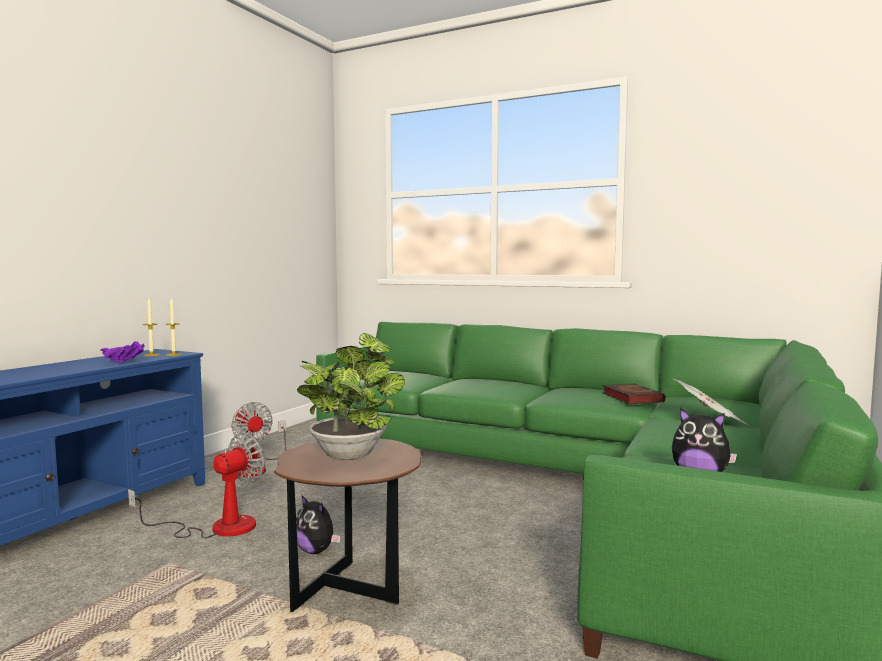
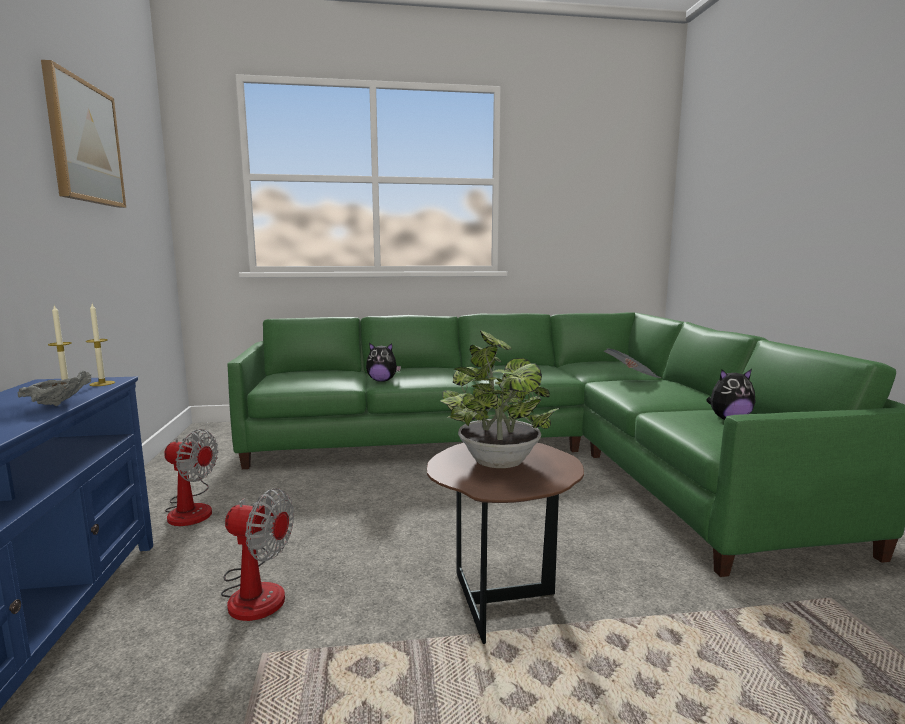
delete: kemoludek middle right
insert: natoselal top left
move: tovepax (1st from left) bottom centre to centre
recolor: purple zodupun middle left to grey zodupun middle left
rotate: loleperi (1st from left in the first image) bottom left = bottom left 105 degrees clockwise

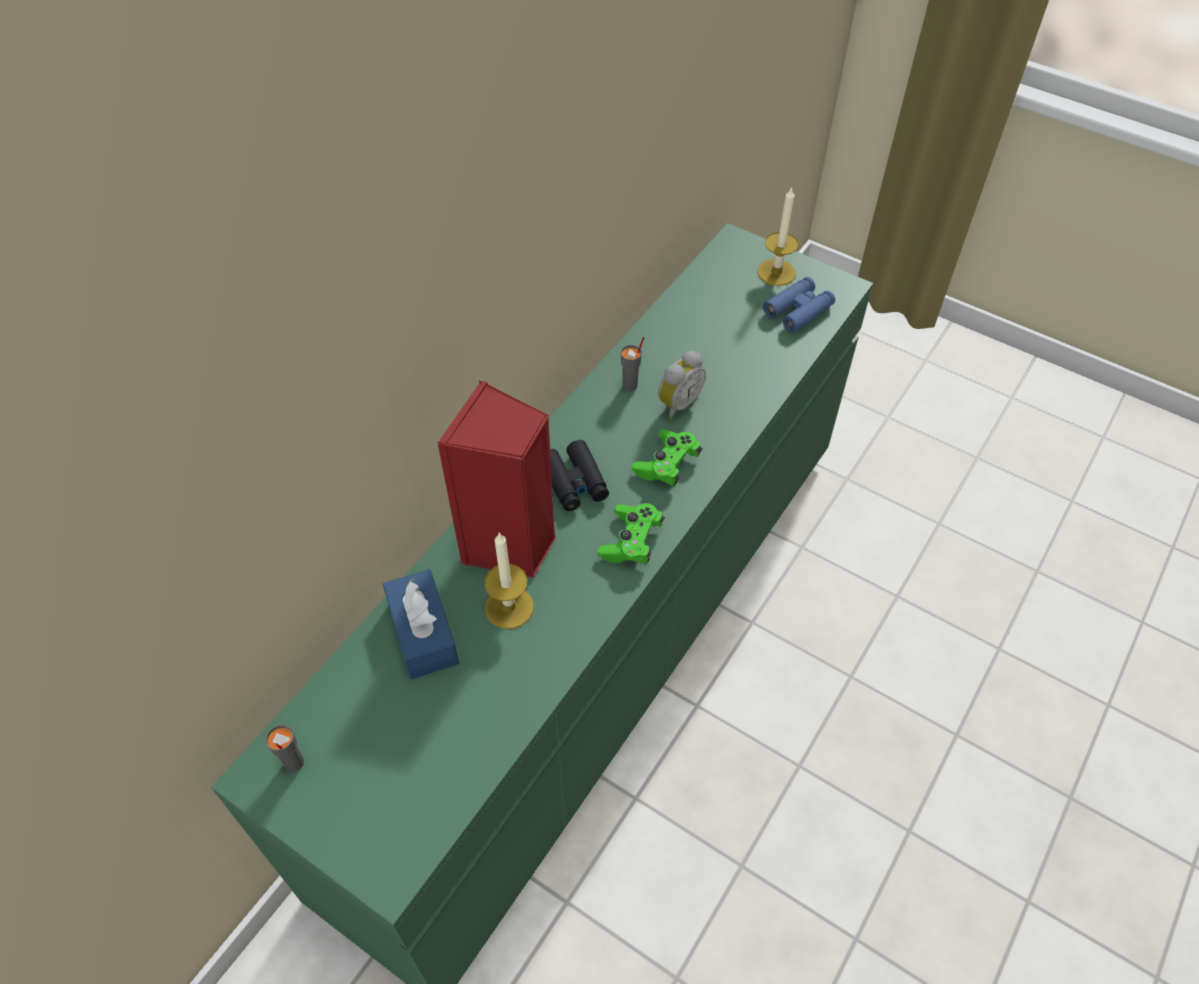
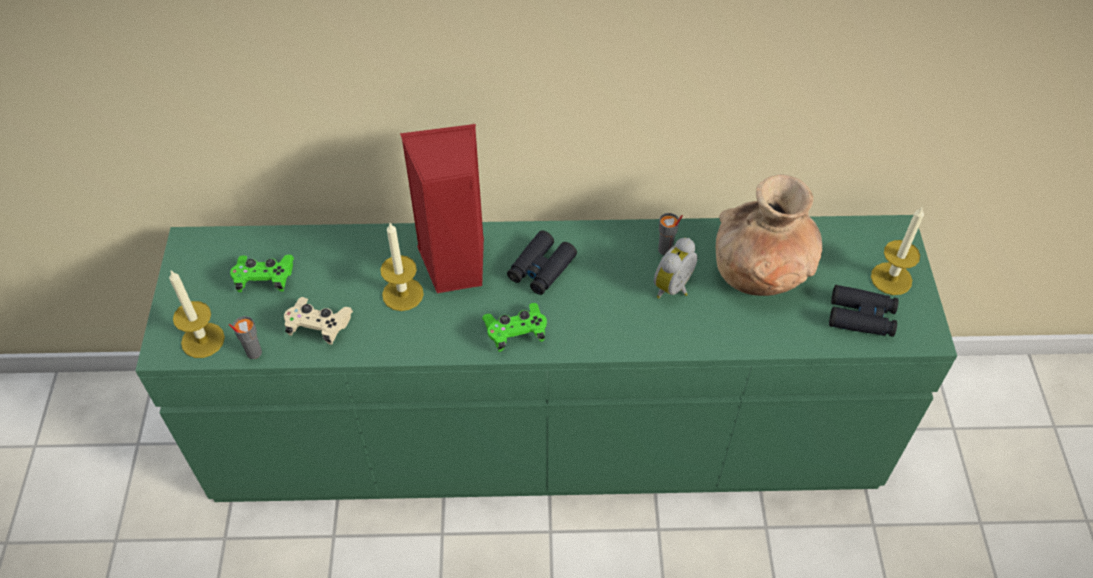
delete: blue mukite centre
insert: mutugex (1st from left) middle left; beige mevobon middle left; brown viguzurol middle right
move: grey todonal (1st from left) bottom left to middle left; green mevobon (2nd from left in the first image) centre to green mevobon (1st from left) middle left
recolor: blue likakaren top centre to black likakaren (2nd from left) middle right
rotate: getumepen centre = centre 120 degrees clockwise

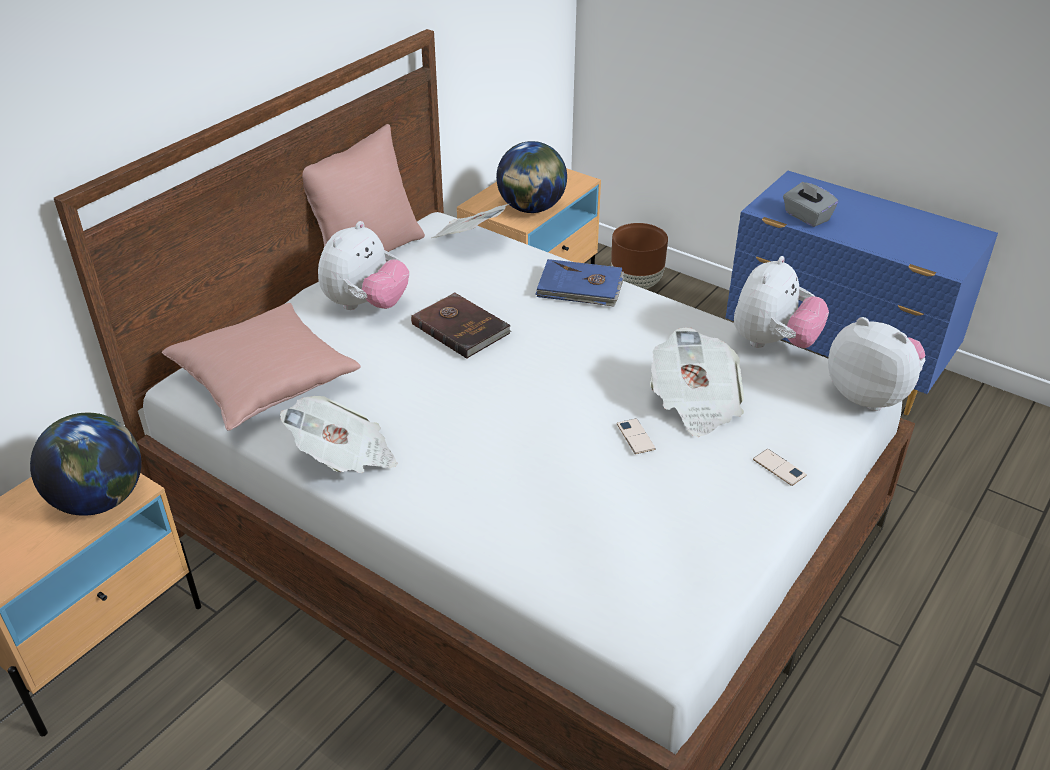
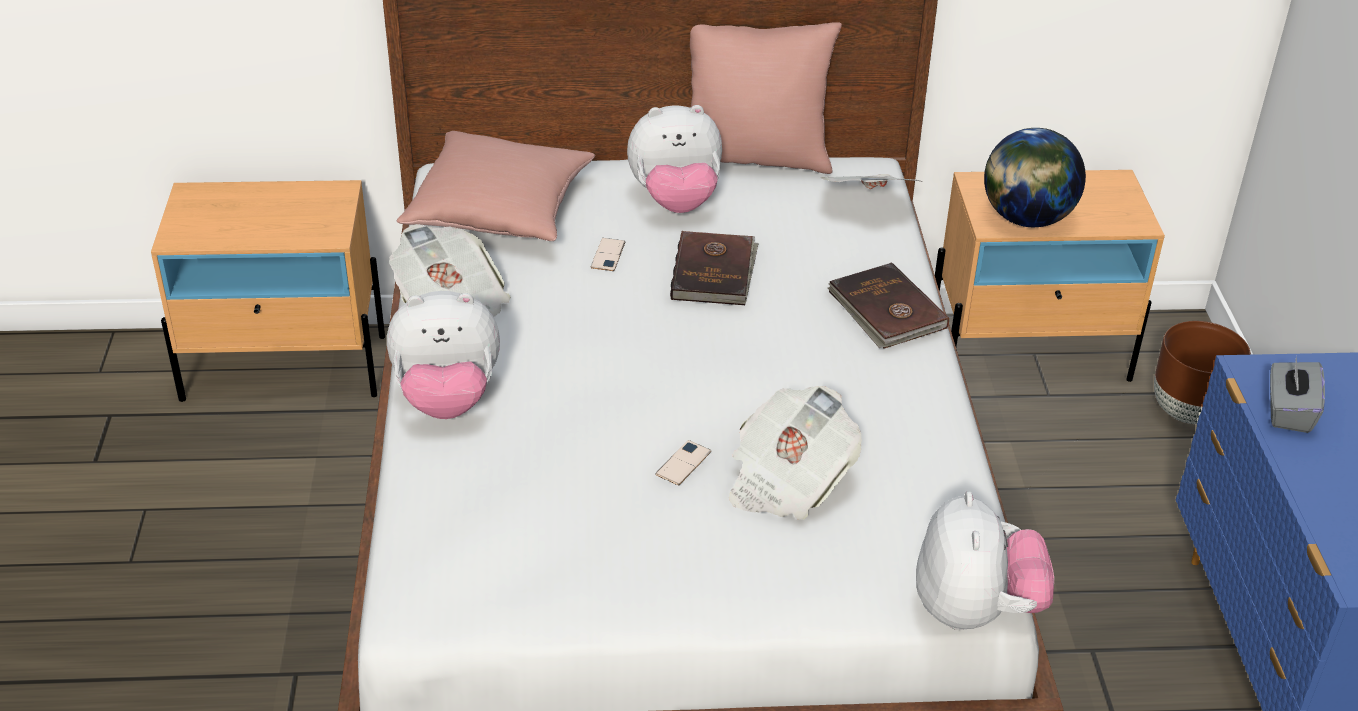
delete: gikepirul (1st from left) middle left
move: tovepax (2nd from left in the first image) middle right to tovepax (1st from left) middle left; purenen (2nd from left in the first image) middle right to purenen (1st from left) centre
recolor: blue kemoludek centre to brown kemoludek (2nd from left) centre

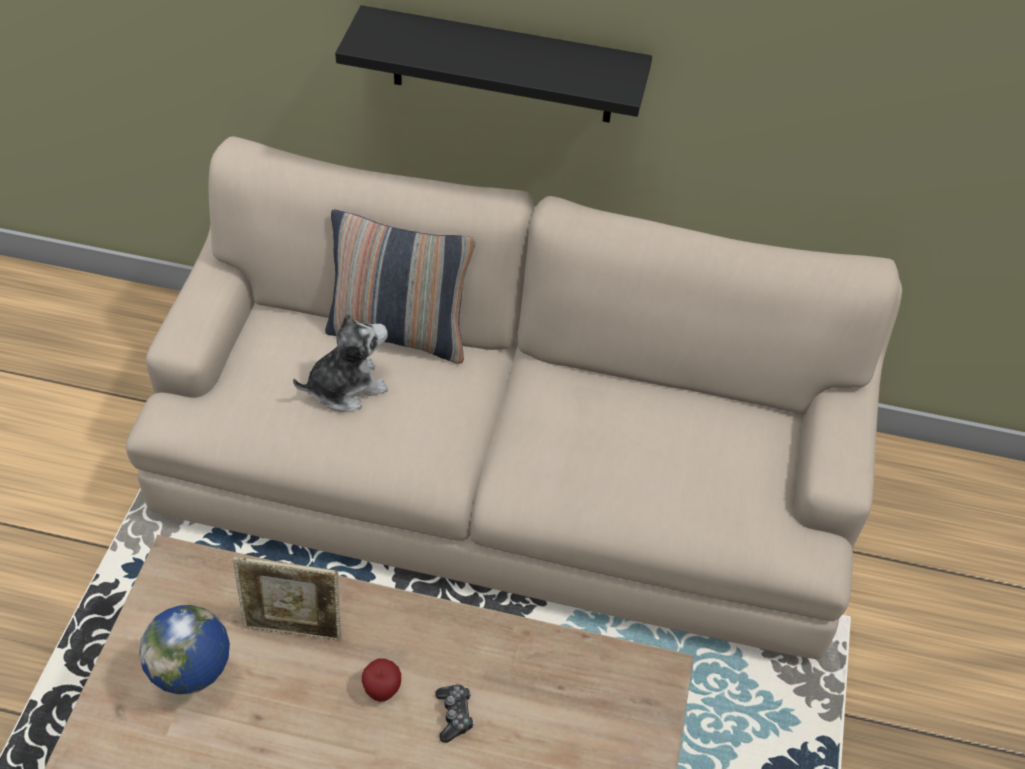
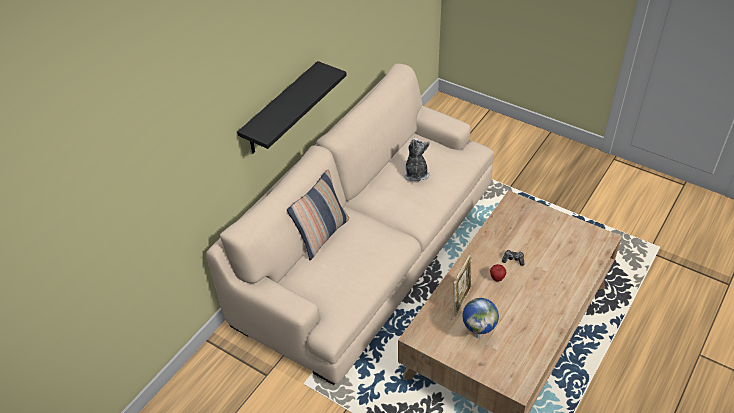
move: tovepax middle left to centre

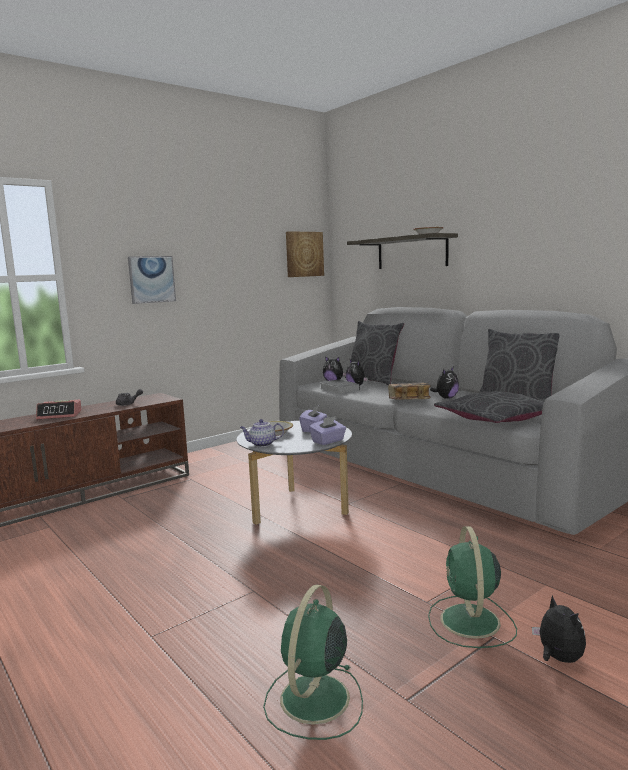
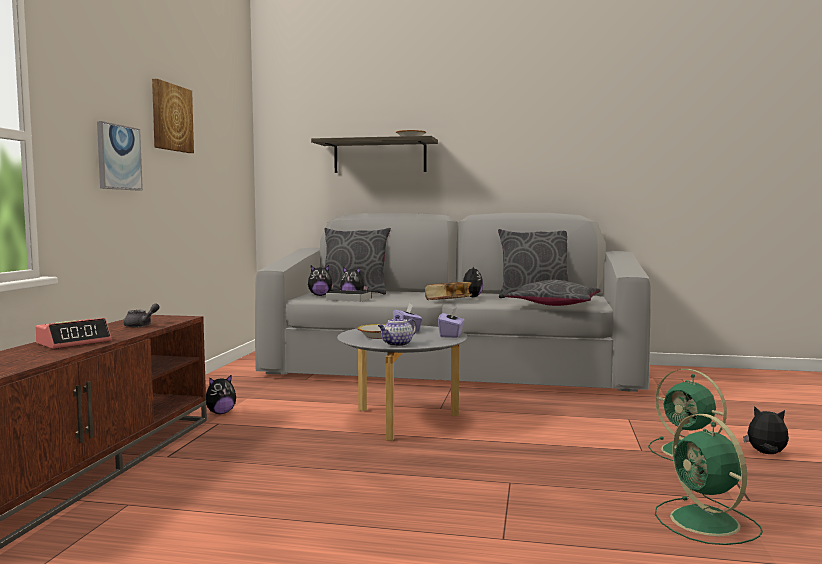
insert: tovepax (1st from left) bottom left
move: natoselal (2nd from left) top centre to top left

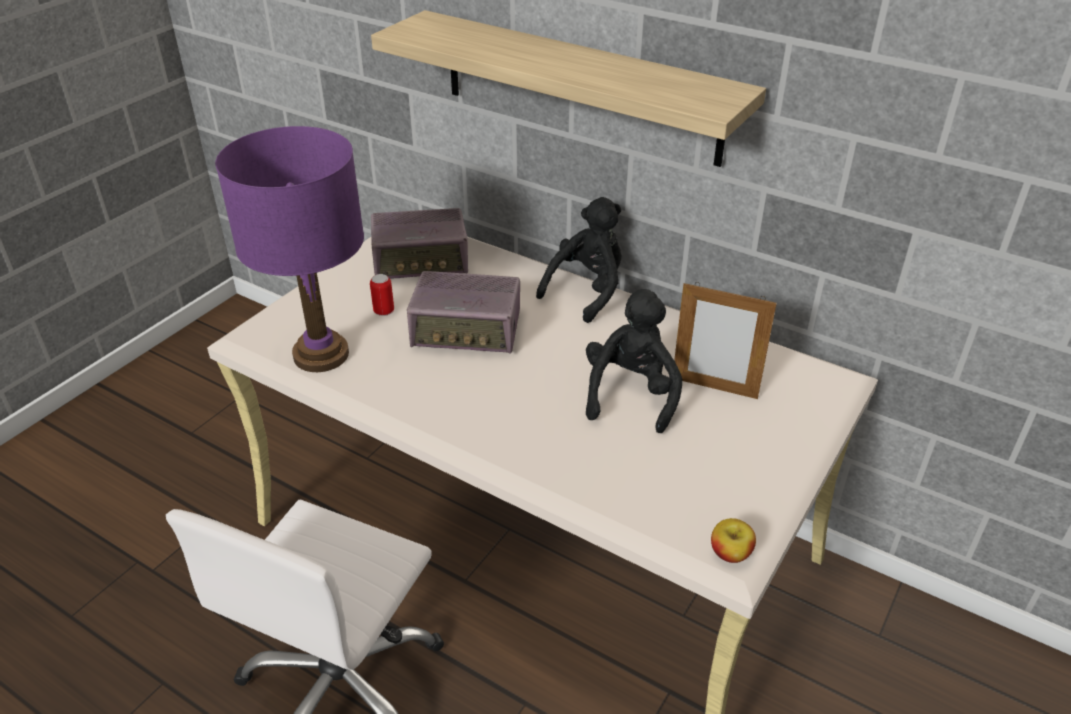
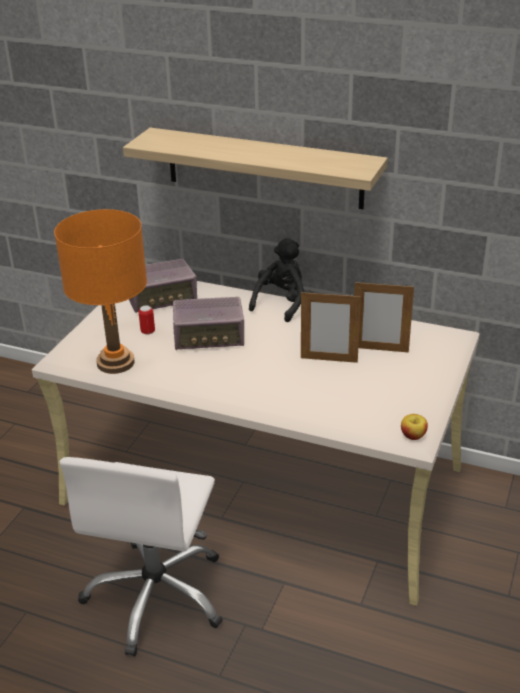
replace: black tovepax (2nd from left) centre to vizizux (1st from left) centre
recolor: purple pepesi middle left to orange pepesi middle left

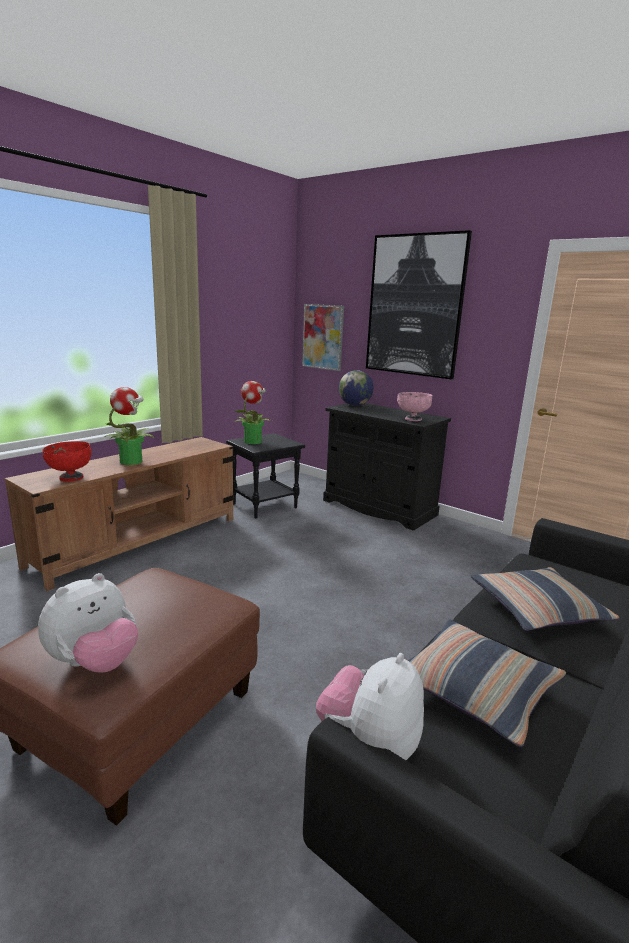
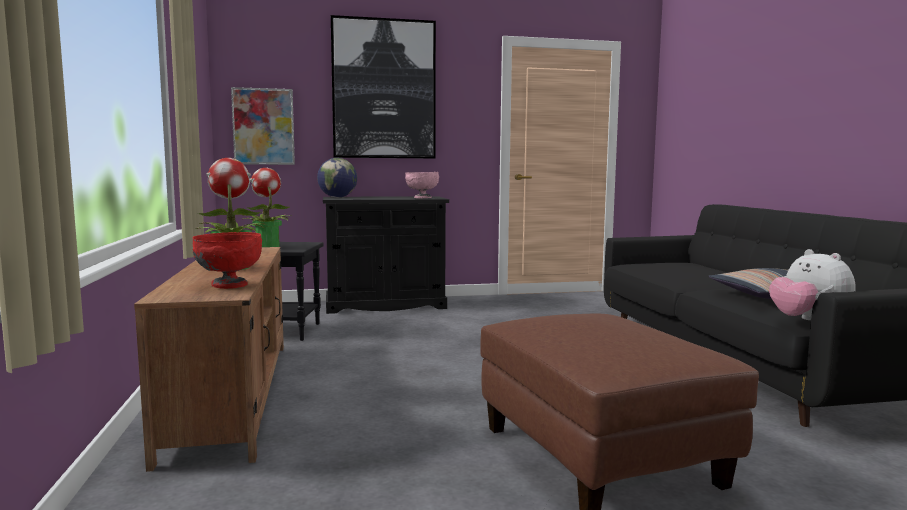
delete: tovepax (1st from left) middle left; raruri (2nd from left) middle right

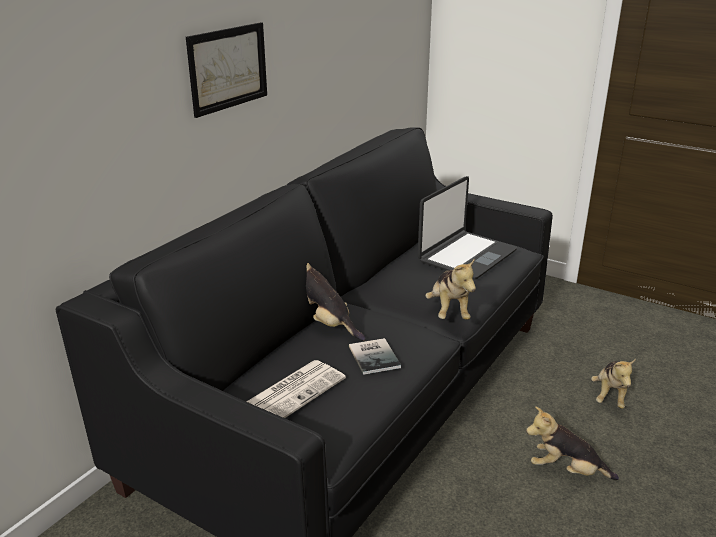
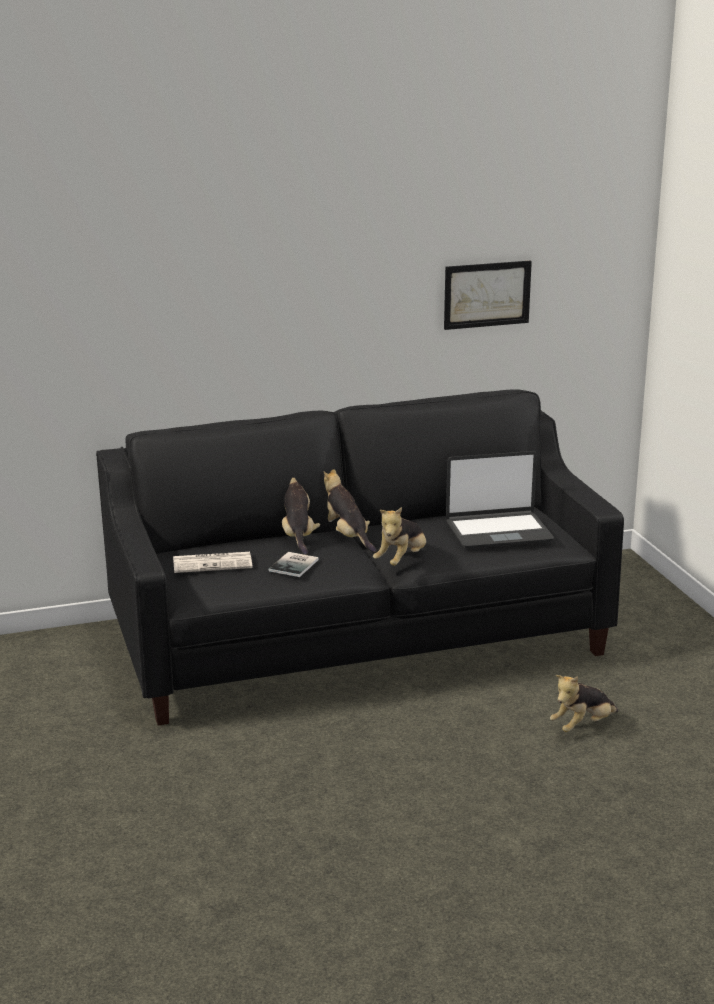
move: natoselal top left to top right; tovepax (3rd from left in the first image) bottom right to tovepax (2nd from left) centre

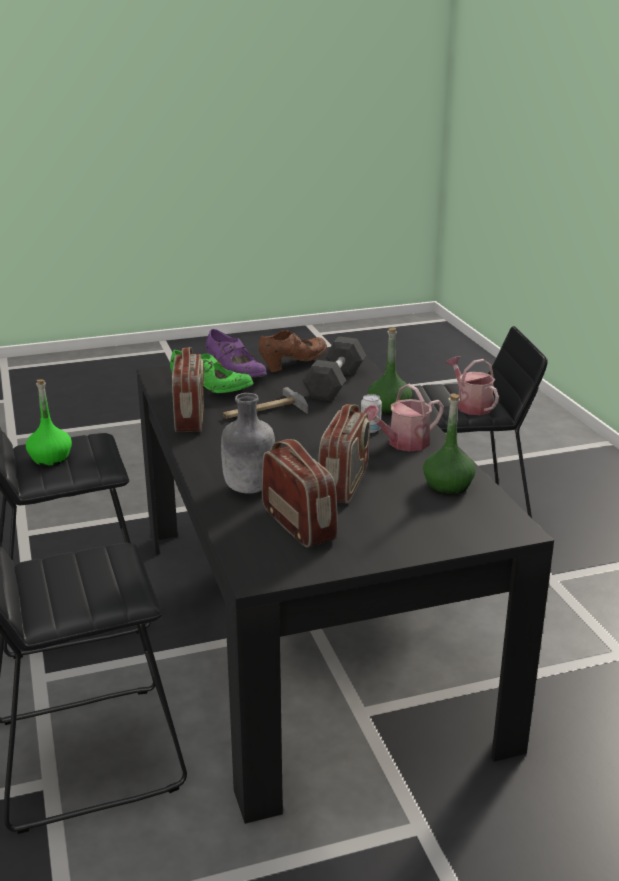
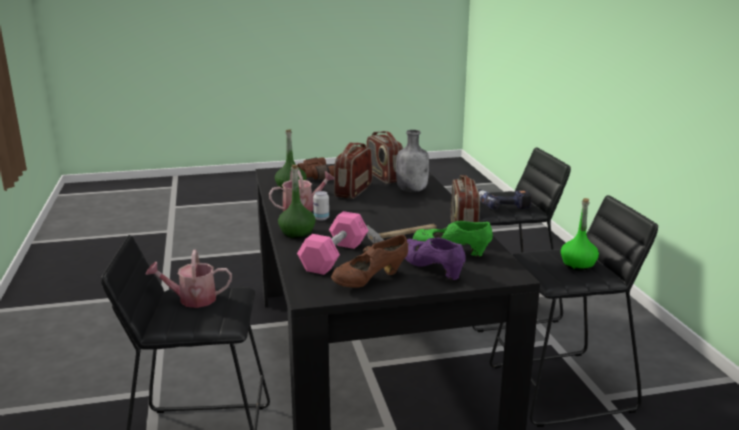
insert: brown likakaren centre; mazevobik middle right
recolor: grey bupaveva centre to pink bupaveva centre
rotate: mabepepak (2nd from left in the first image) middle right = middle left 105 degrees clockwise

